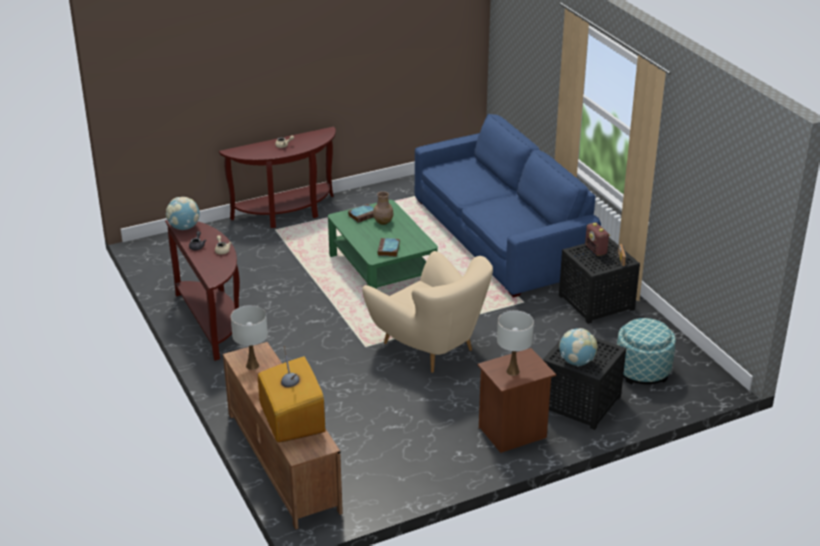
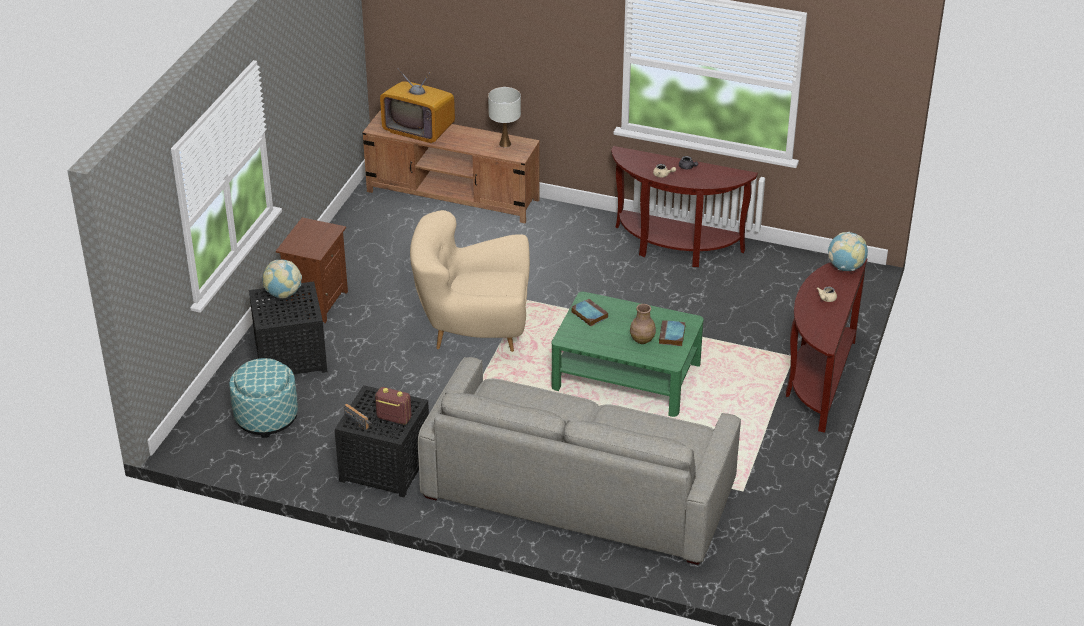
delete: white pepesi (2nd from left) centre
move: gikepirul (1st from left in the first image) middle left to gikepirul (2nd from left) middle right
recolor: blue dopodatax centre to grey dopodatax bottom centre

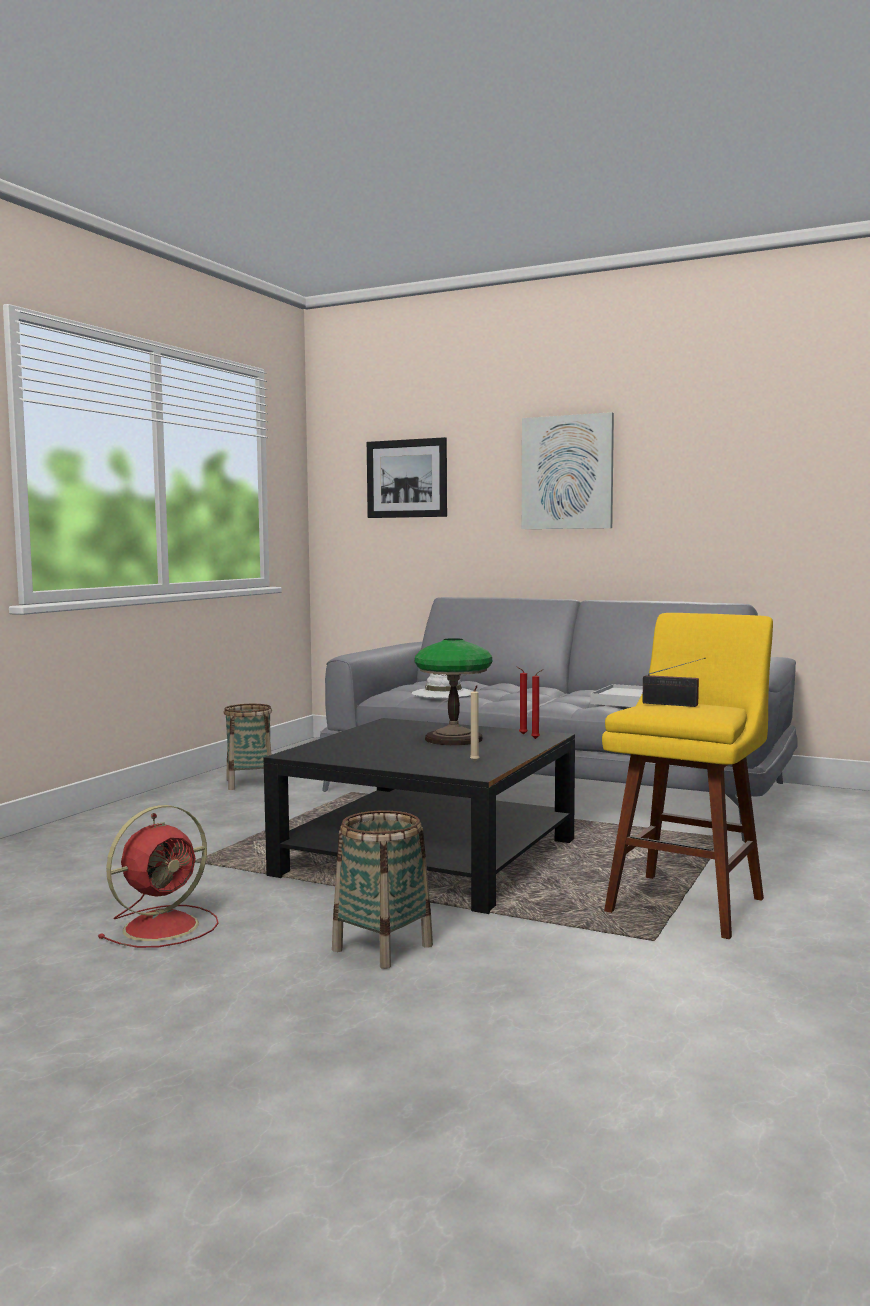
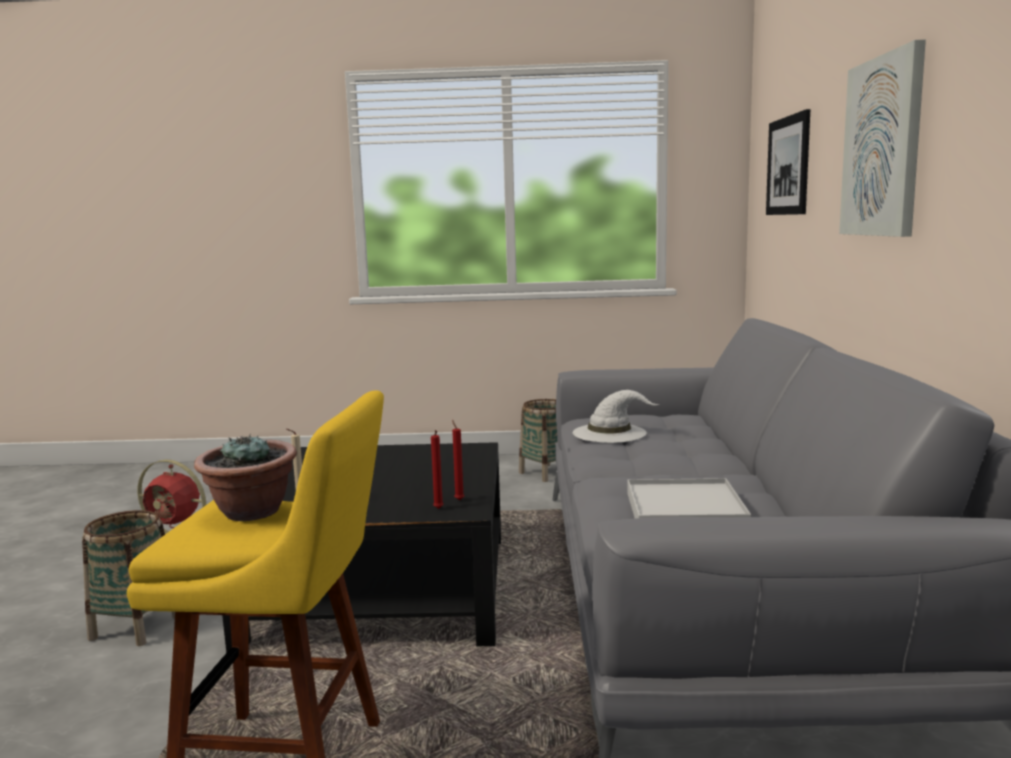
delete: pepesi centre
replace: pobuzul middle right to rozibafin middle left

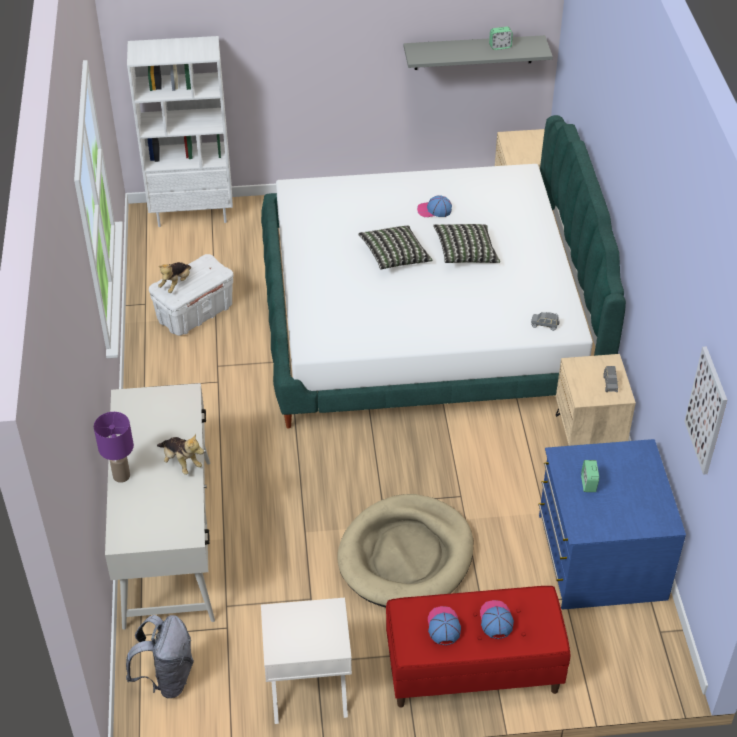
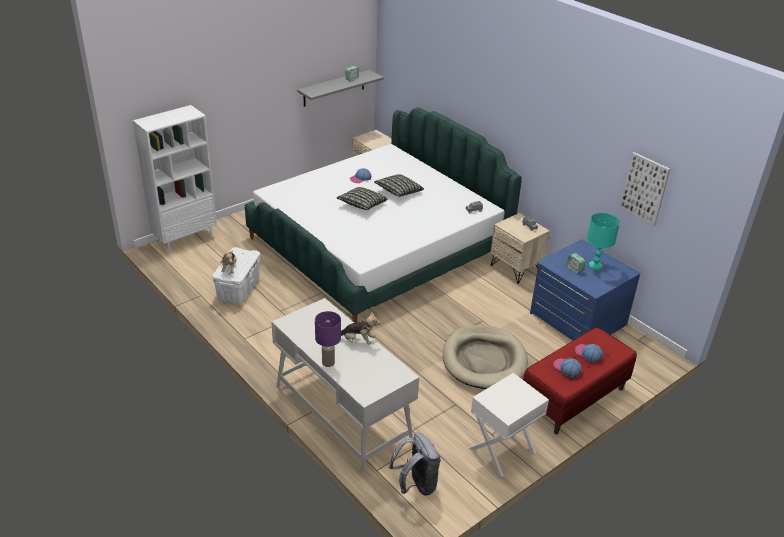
insert: turquoise pepesi middle right

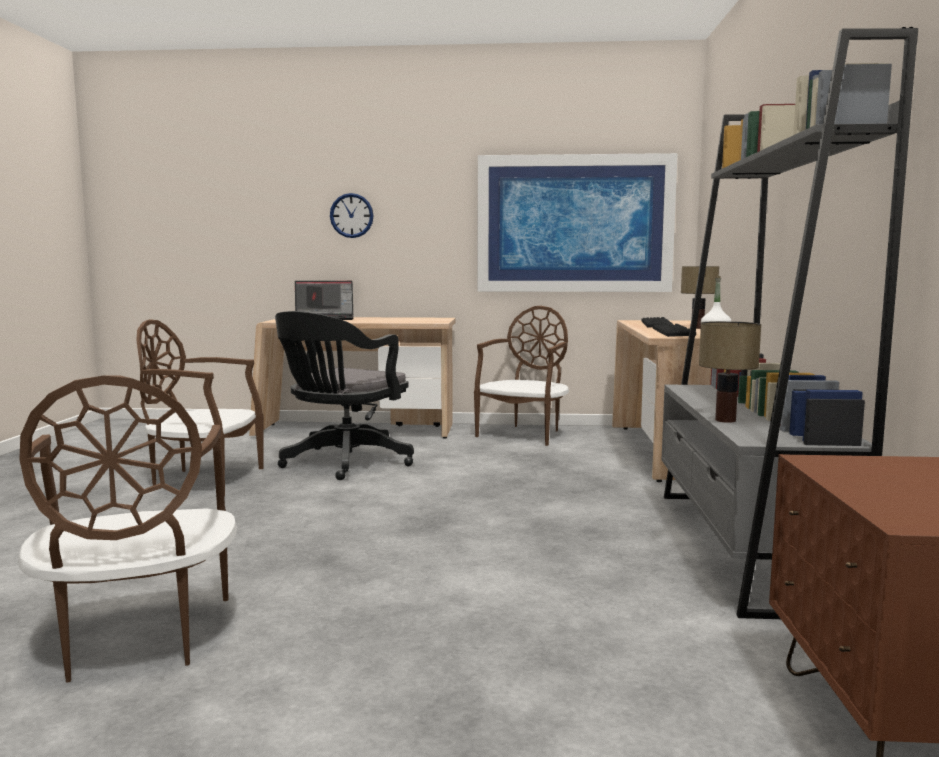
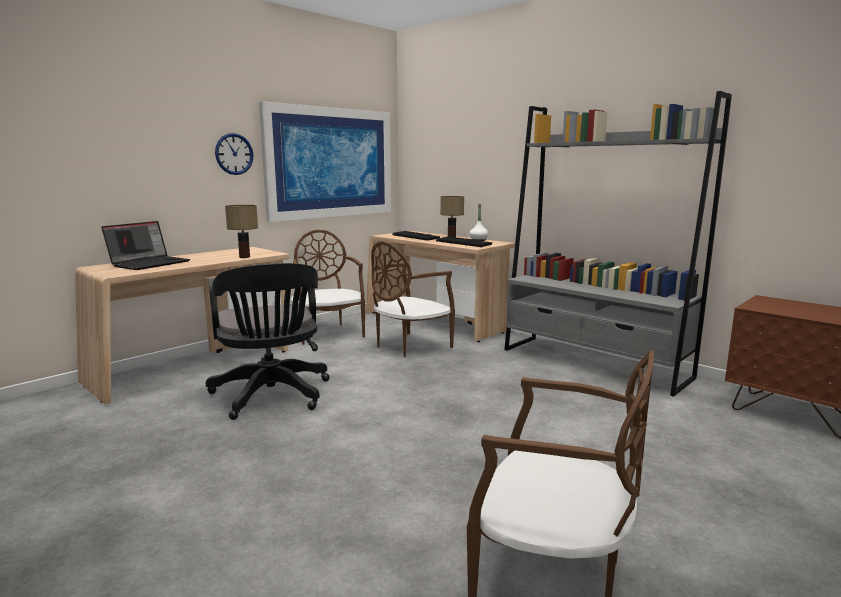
move: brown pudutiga (2nd from left) middle left to centre; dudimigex top centre to top left; pepesi (2nd from left in the first image) middle right to pepesi (1st from left) middle left

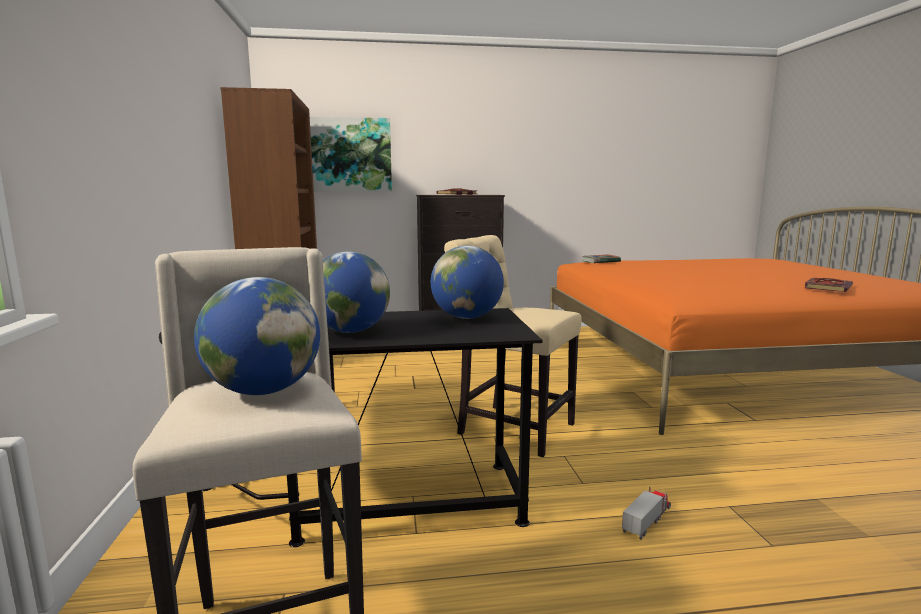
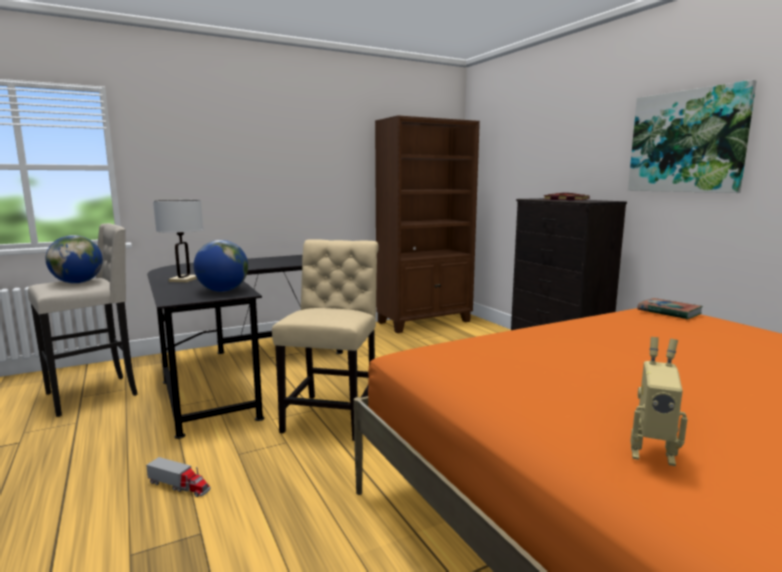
move: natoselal top centre to top right
replace: gikepirul (2nd from left) centre to white pepesi middle left; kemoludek (3rd from left) middle right to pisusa bottom right

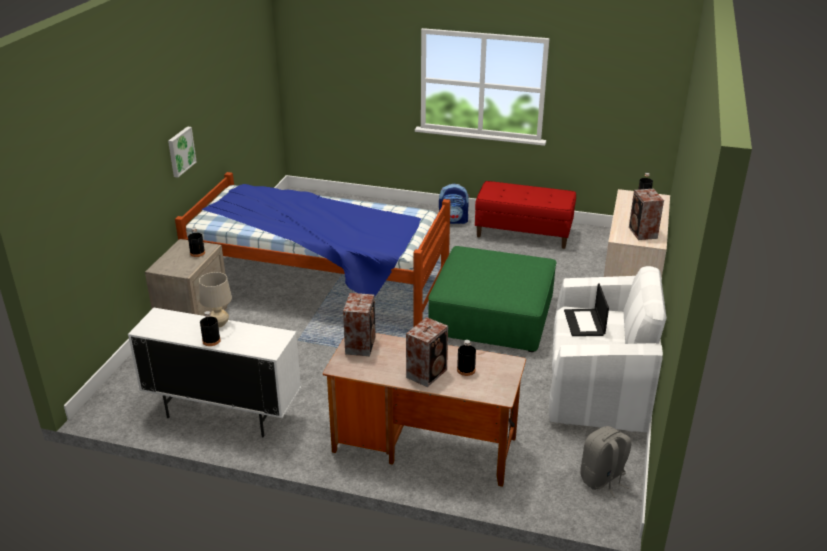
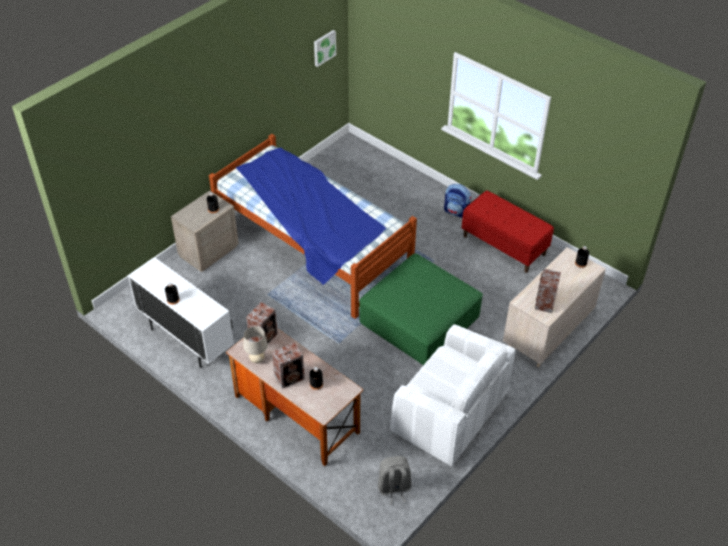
delete: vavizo middle right
move: natoselal top left to top centre; beige pepesi middle left to centre

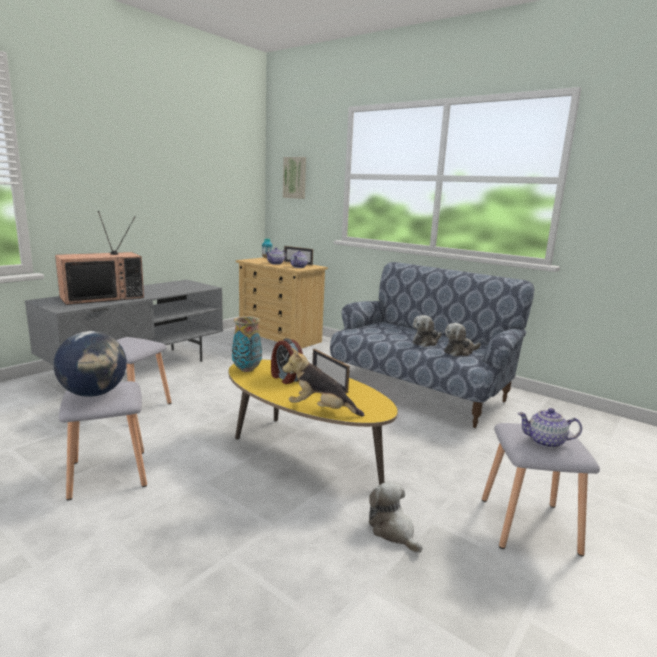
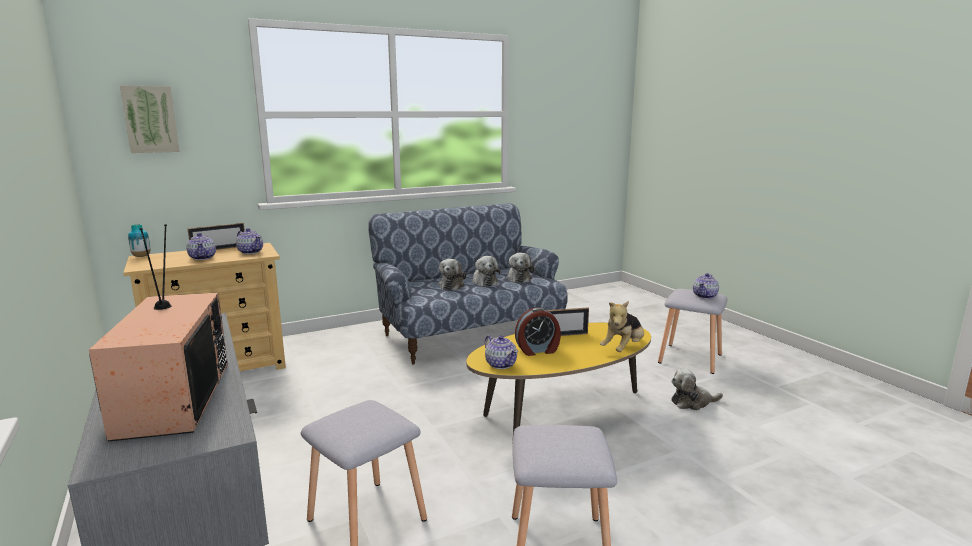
delete: gikepirul middle left
insert: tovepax (1st from left) centre
replace: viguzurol (1st from left) centre to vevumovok (3rd from left) centre

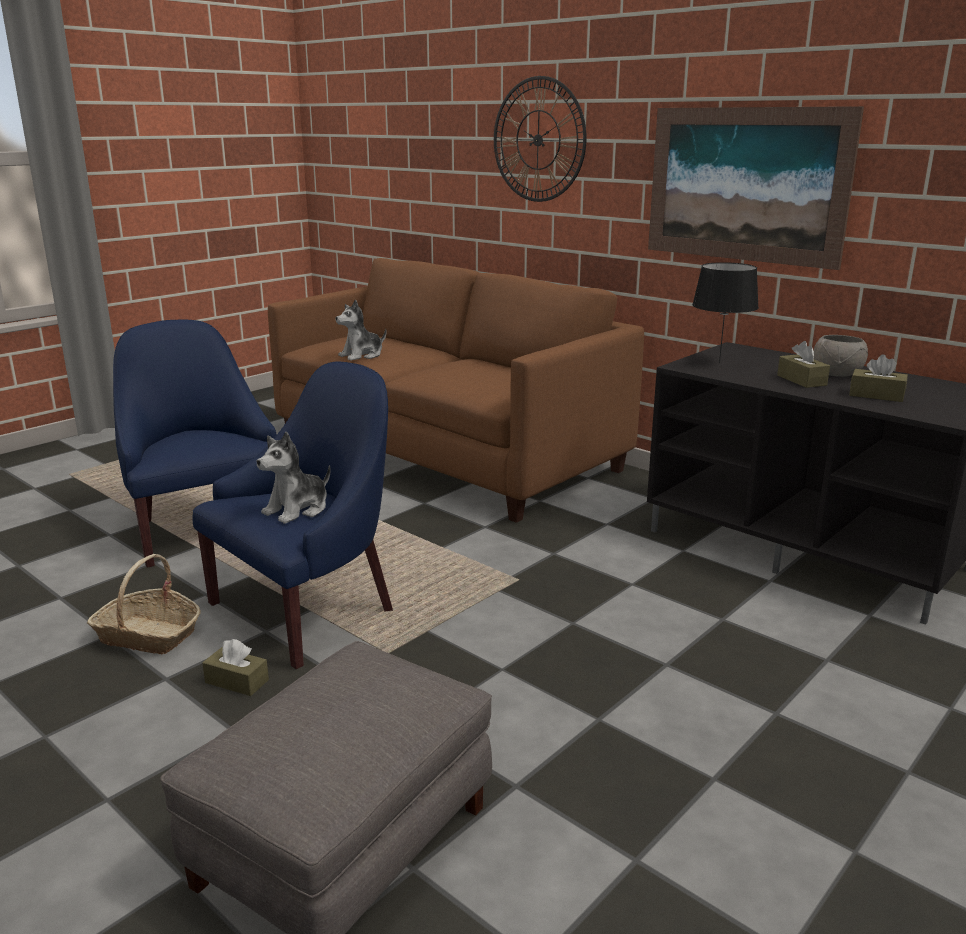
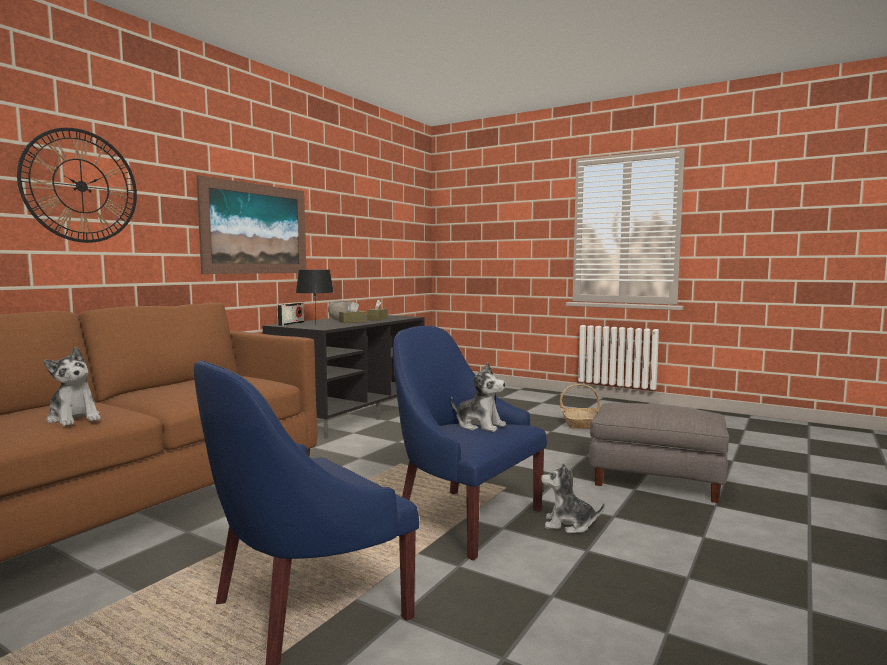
insert: pobuzul middle left
move: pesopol middle left to centre
replace: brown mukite (1st from left) bottom left to tovepax (3rd from left) bottom centre

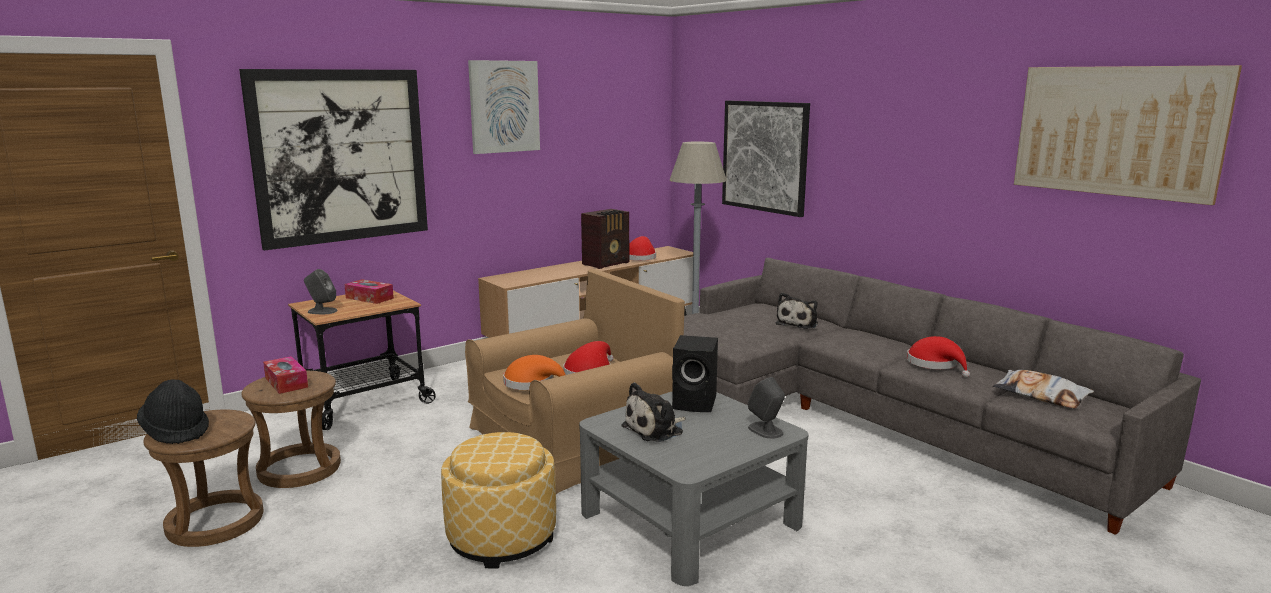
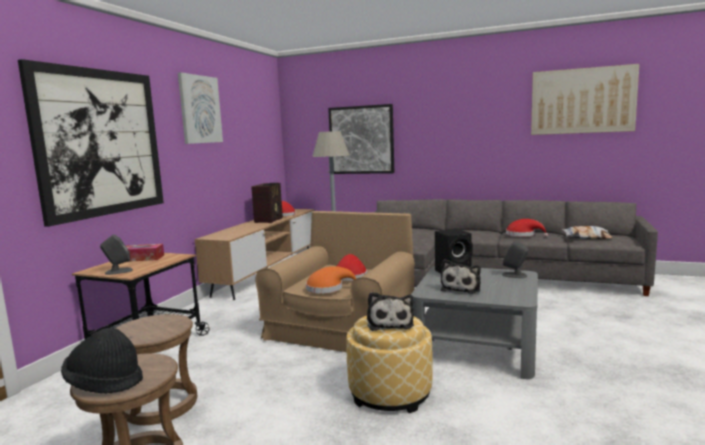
delete: mukite (1st from left) middle left
move: tovepax (2nd from left in the first image) centre to tovepax (1st from left) bottom centre

